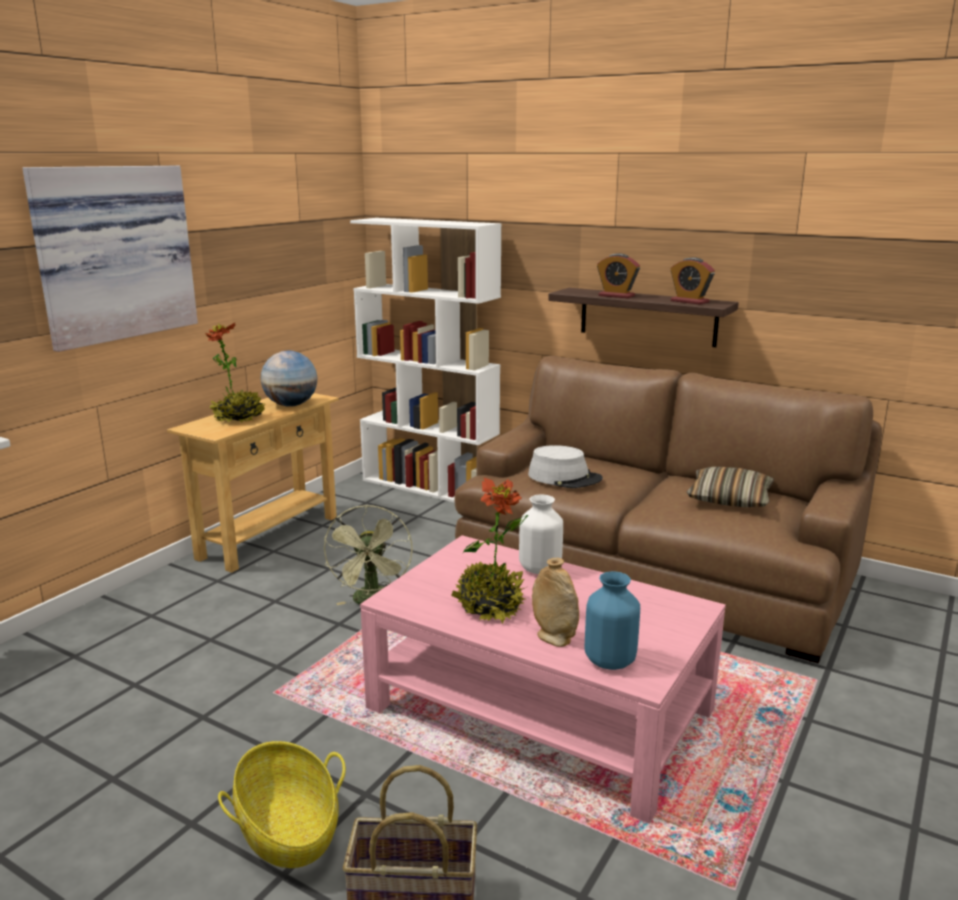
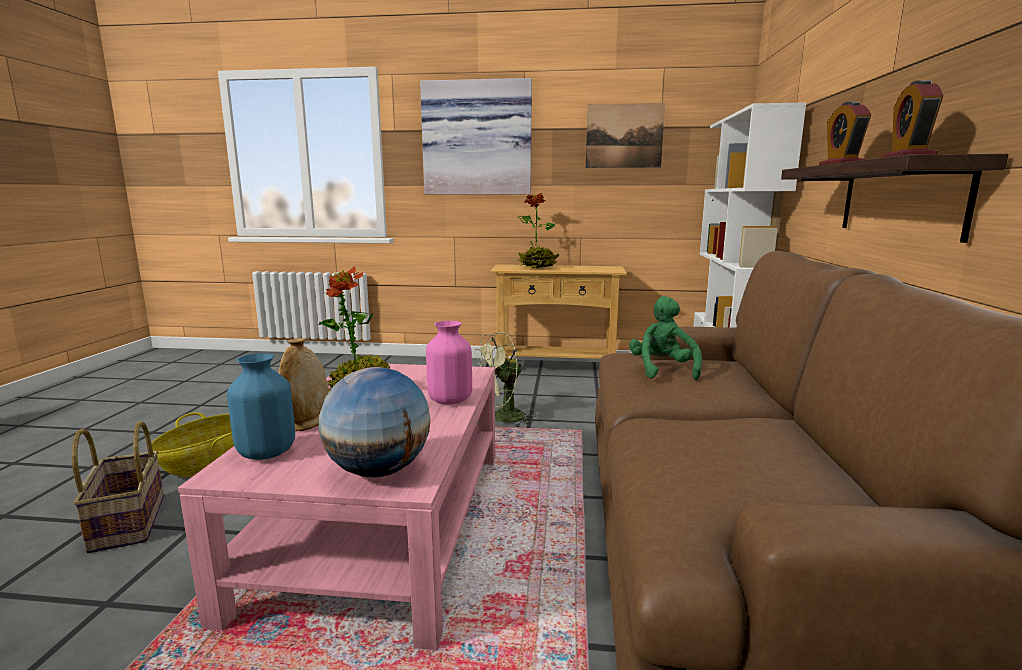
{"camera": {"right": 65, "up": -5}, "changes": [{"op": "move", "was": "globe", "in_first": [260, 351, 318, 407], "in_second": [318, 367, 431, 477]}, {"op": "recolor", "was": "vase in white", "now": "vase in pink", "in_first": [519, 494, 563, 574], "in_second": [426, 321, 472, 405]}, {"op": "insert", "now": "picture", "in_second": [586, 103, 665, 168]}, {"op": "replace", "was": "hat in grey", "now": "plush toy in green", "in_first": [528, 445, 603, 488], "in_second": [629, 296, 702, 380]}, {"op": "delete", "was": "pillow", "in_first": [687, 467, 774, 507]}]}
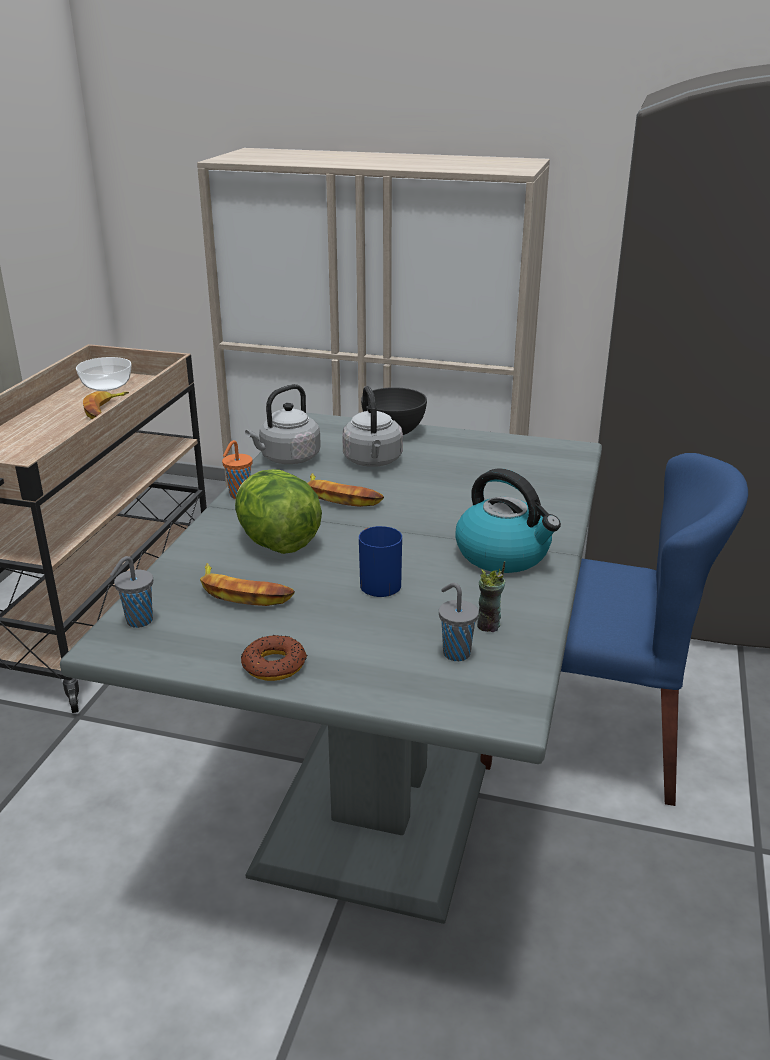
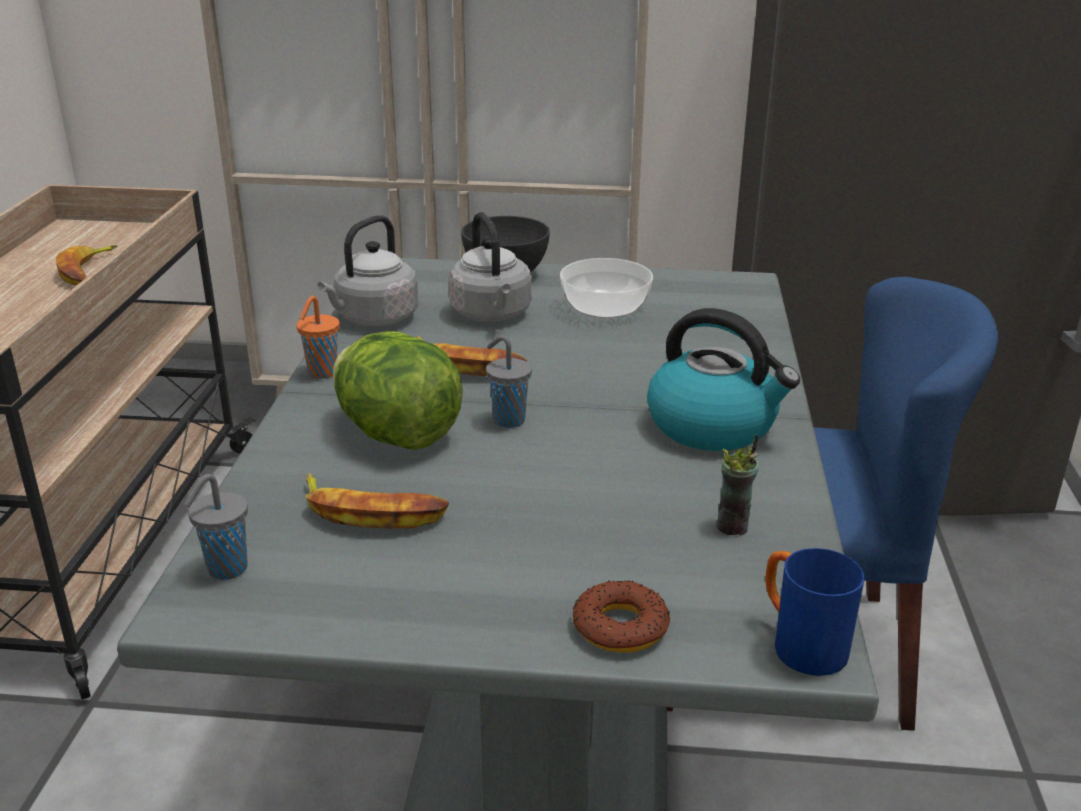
{"camera": {"right": -10, "up": 0}, "changes": [{"op": "move", "was": "cup in grey", "in_first": [439, 583, 479, 661], "in_second": [486, 335, 532, 428]}, {"op": "move", "was": "bowl", "in_first": [76, 357, 132, 391], "in_second": [560, 258, 653, 319]}, {"op": "move", "was": "donut", "in_first": [241, 635, 307, 681], "in_second": [573, 580, 670, 653]}, {"op": "move", "was": "mug in blue", "in_first": [359, 526, 402, 597], "in_second": [766, 548, 865, 676]}]}
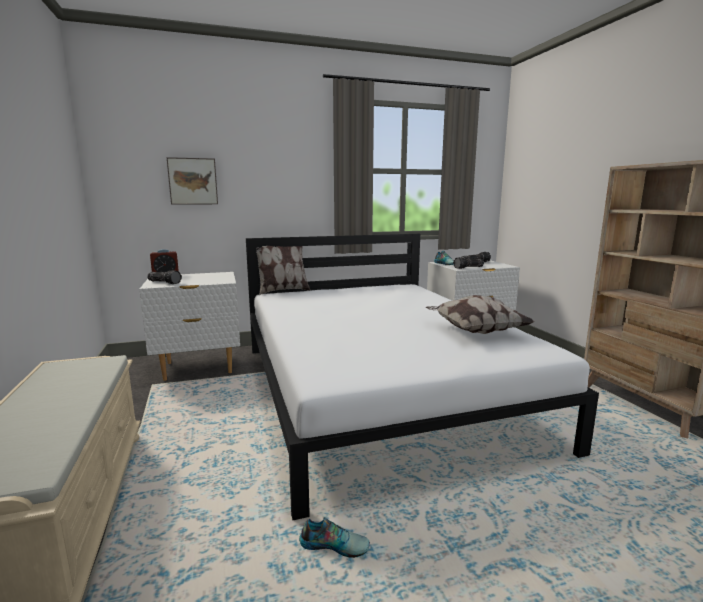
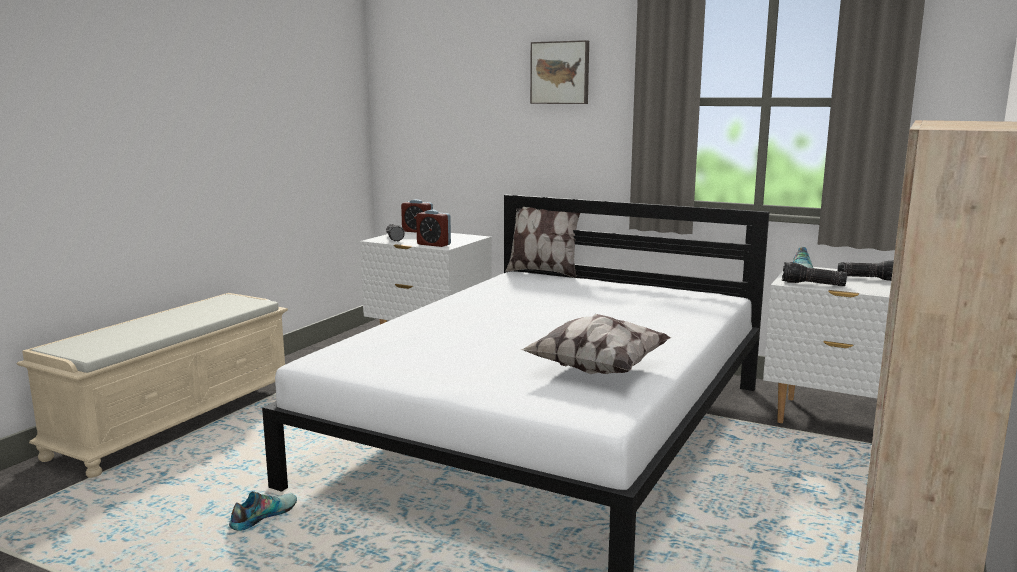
{"camera": {"right": 45, "up": 0}, "changes": [{"op": "rotate", "was": "shoe", "in_first": [299, 517, 370, 558], "in_second": [229, 491, 297, 531], "clockwise": -105}, {"op": "insert", "now": "alarm clock", "in_second": [416, 210, 451, 247]}, {"op": "move", "was": "picture", "in_first": [167, 157, 218, 205], "in_second": [530, 40, 589, 104]}]}
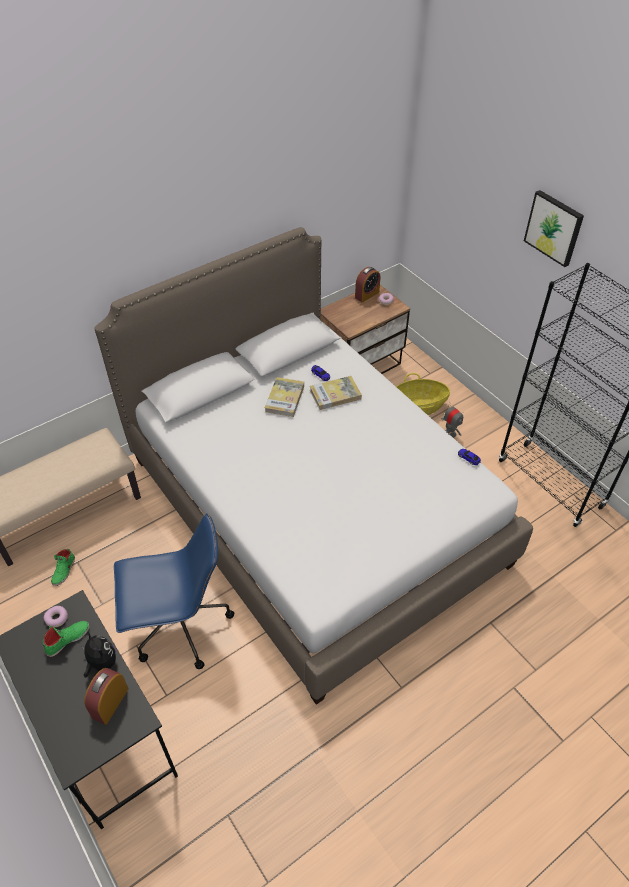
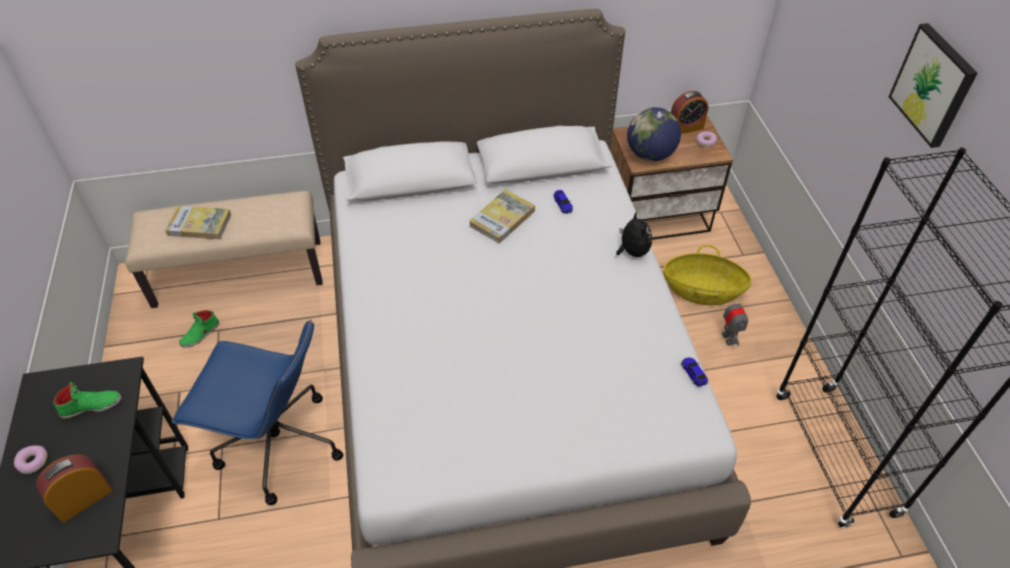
{"camera": {"right": 25, "up": 0}, "changes": [{"op": "move", "was": "donut", "in_first": [44, 606, 68, 627], "in_second": [14, 445, 47, 474]}, {"op": "move", "was": "book", "in_first": [310, 376, 362, 410], "in_second": [165, 206, 232, 239]}, {"op": "move", "was": "plush toy", "in_first": [82, 633, 116, 678], "in_second": [616, 211, 652, 257]}, {"op": "insert", "now": "globe", "in_second": [627, 107, 681, 161]}]}
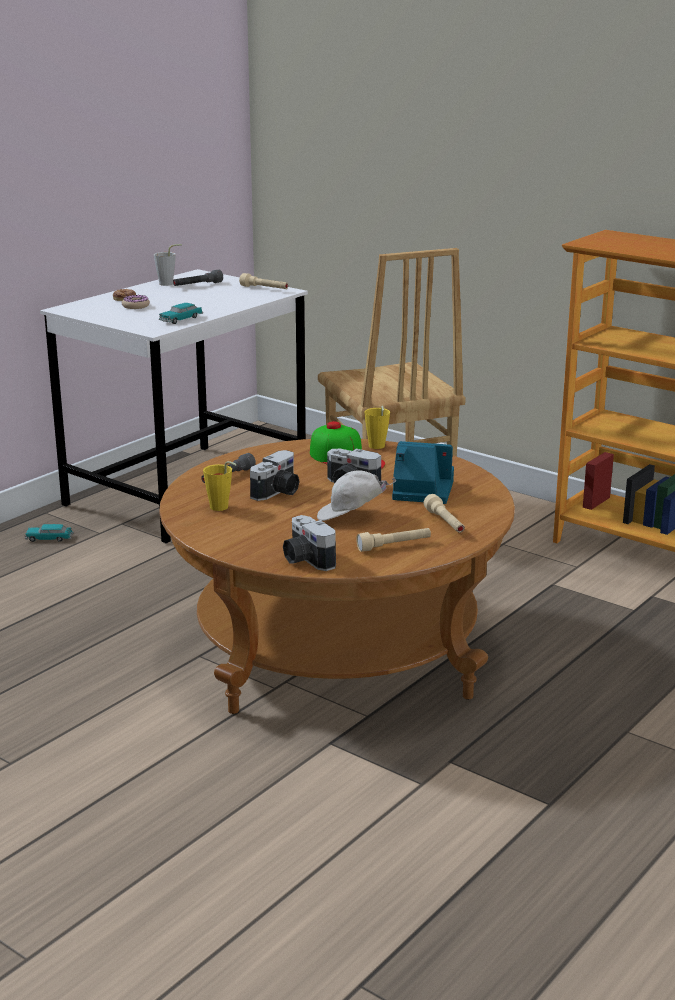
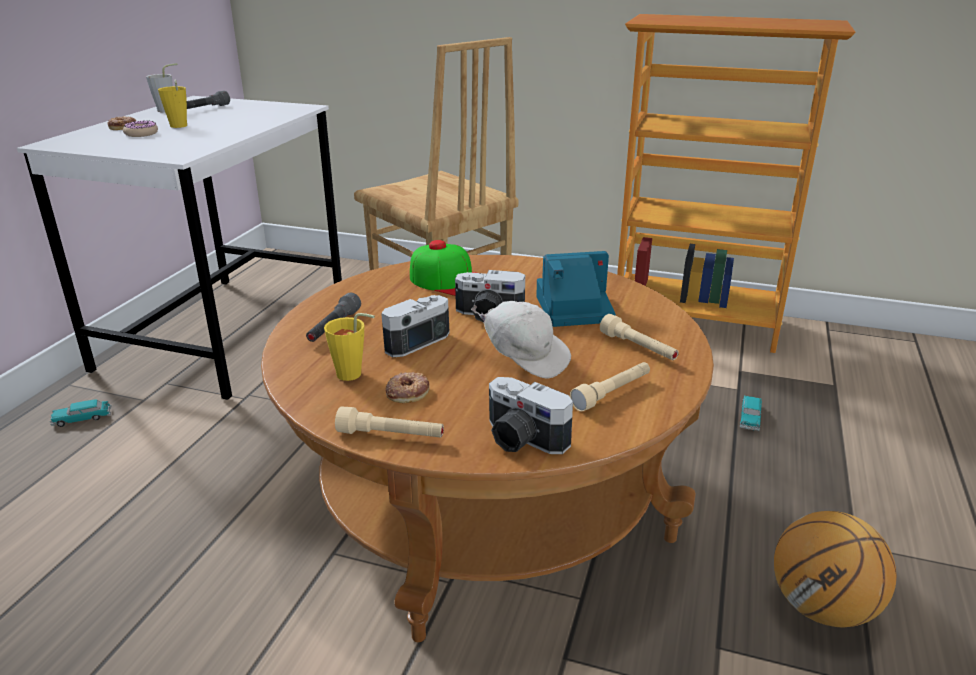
{"camera": {"right": -20, "up": 5}, "changes": [{"op": "move", "was": "cup in yellow", "in_first": [364, 406, 390, 449], "in_second": [158, 80, 187, 128]}, {"op": "move", "was": "flashlight in beige", "in_first": [239, 273, 288, 289], "in_second": [335, 407, 444, 437]}, {"op": "rotate", "was": "photo camera", "in_first": [250, 450, 300, 501], "in_second": [381, 295, 450, 357], "clockwise": -150}, {"op": "insert", "now": "donut", "in_second": [386, 372, 430, 403]}, {"op": "rotate", "was": "cap in white", "in_first": [317, 470, 396, 521], "in_second": [471, 301, 571, 379], "clockwise": -120}, {"op": "move", "was": "toy car", "in_first": [158, 303, 203, 324], "in_second": [740, 395, 762, 431]}, {"op": "insert", "now": "basketball", "in_second": [774, 511, 897, 627]}]}
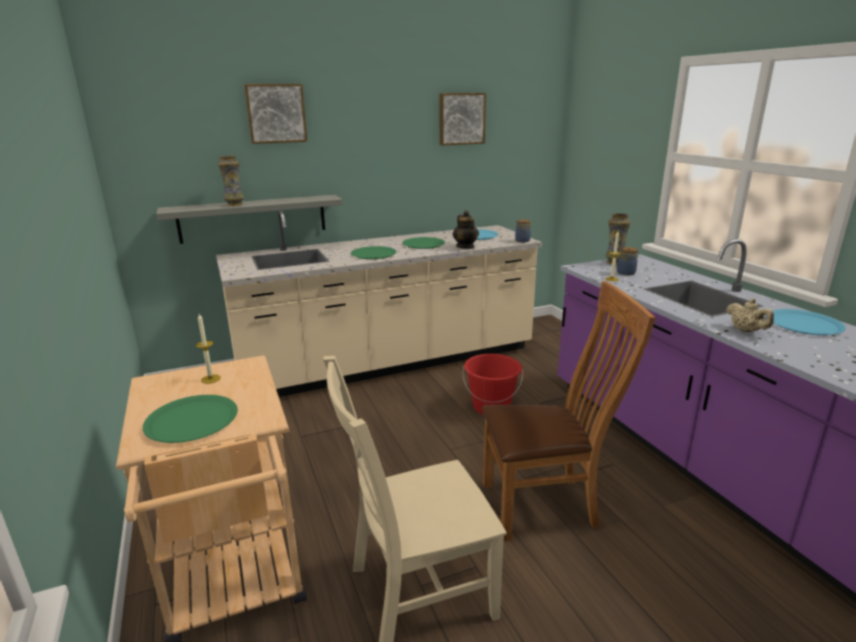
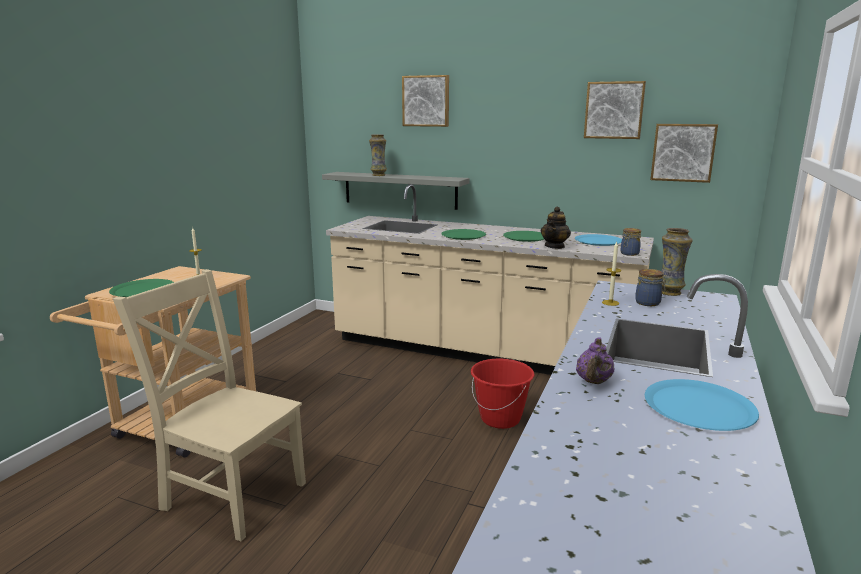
{"camera": {"right": 45, "up": -5}, "changes": [{"op": "recolor", "was": "teapot in beige", "now": "teapot in purple", "in_first": [726, 298, 774, 332], "in_second": [576, 337, 614, 384]}, {"op": "insert", "now": "picture", "in_second": [650, 124, 718, 183]}, {"op": "delete", "was": "chair in brown", "in_first": [482, 281, 656, 542]}]}
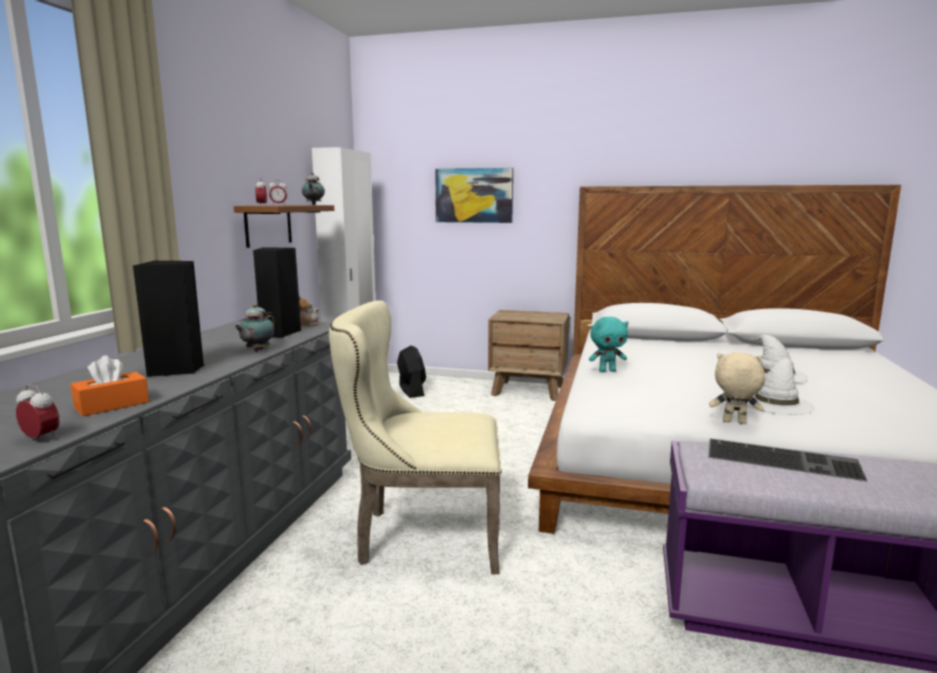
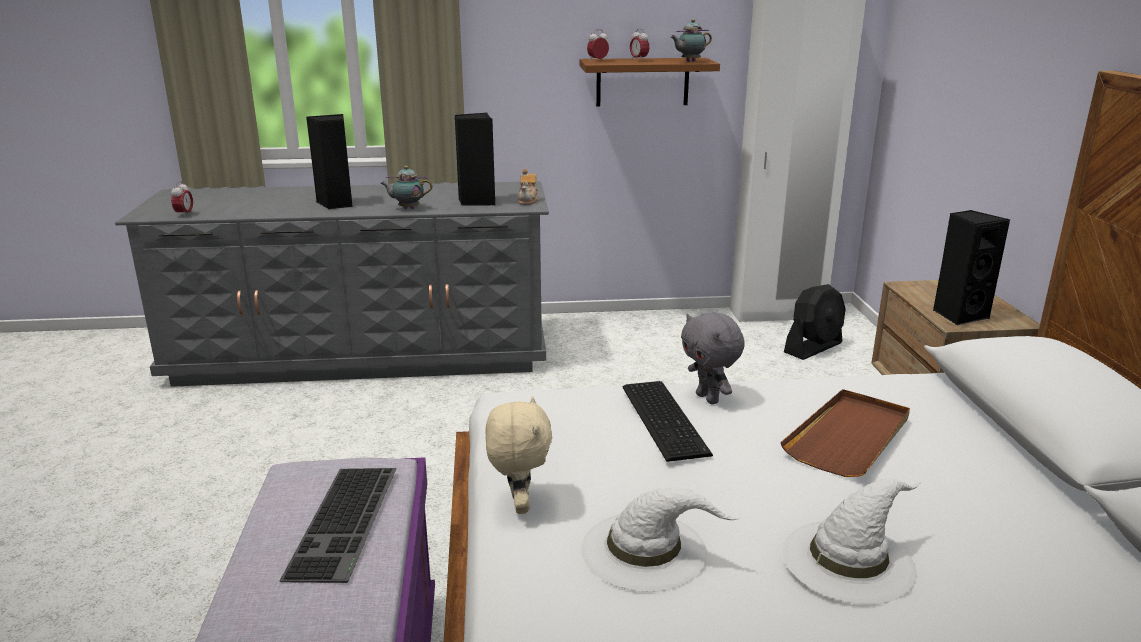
{"camera": {"right": 70, "up": 10}, "changes": [{"op": "insert", "now": "keyboard", "in_second": [623, 381, 713, 462]}, {"op": "recolor", "was": "plush toy in turquoise", "now": "plush toy in grey", "in_first": [589, 317, 629, 372], "in_second": [681, 312, 745, 404]}, {"op": "insert", "now": "tray in brown", "in_second": [780, 389, 910, 477]}, {"op": "insert", "now": "speaker in black", "in_second": [933, 210, 1010, 326]}, {"op": "delete", "was": "tissue box in orange", "in_first": [71, 355, 149, 416]}, {"op": "delete", "was": "chair in beige", "in_first": [329, 300, 502, 574]}, {"op": "delete", "was": "picture", "in_first": [435, 168, 513, 223]}]}
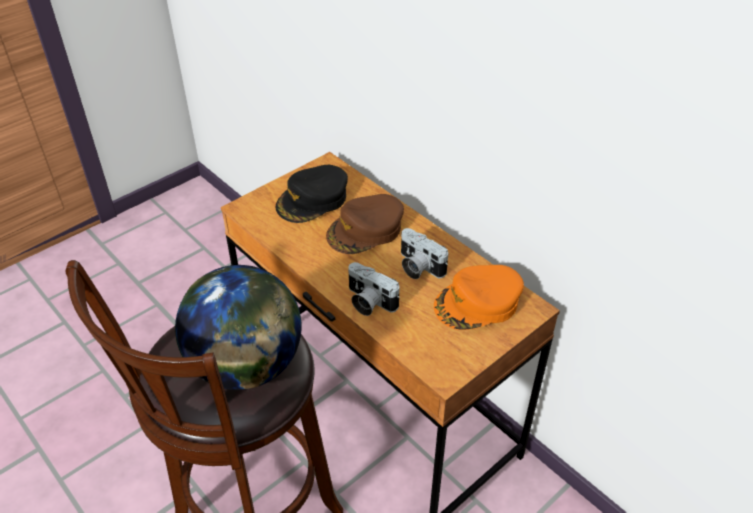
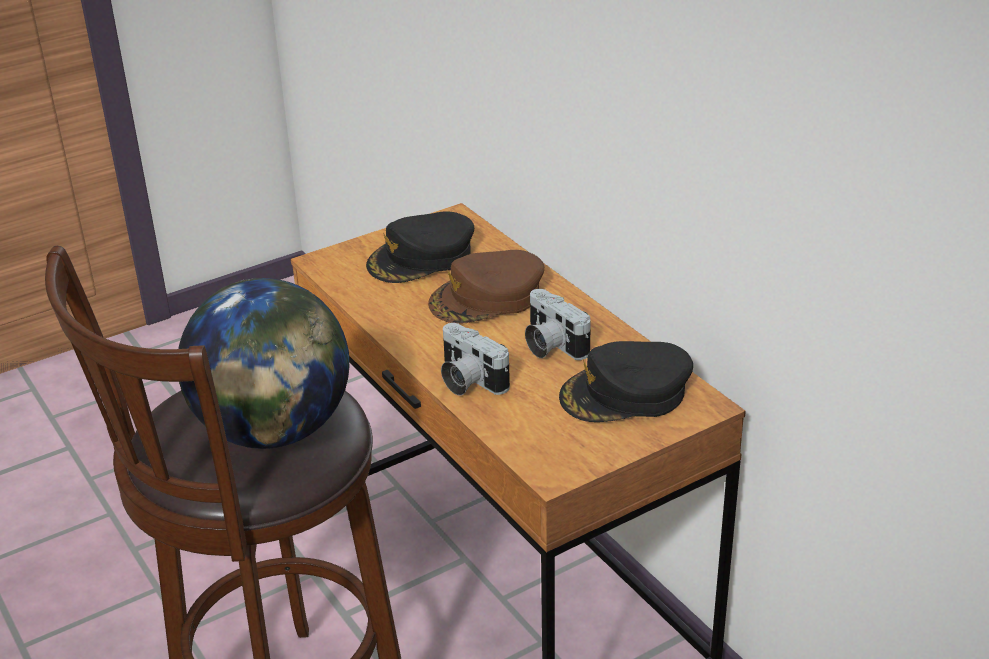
{"camera": {"right": 10, "up": -10}, "changes": [{"op": "recolor", "was": "cap in orange", "now": "cap in black", "in_first": [434, 265, 524, 330], "in_second": [559, 341, 693, 422]}]}
